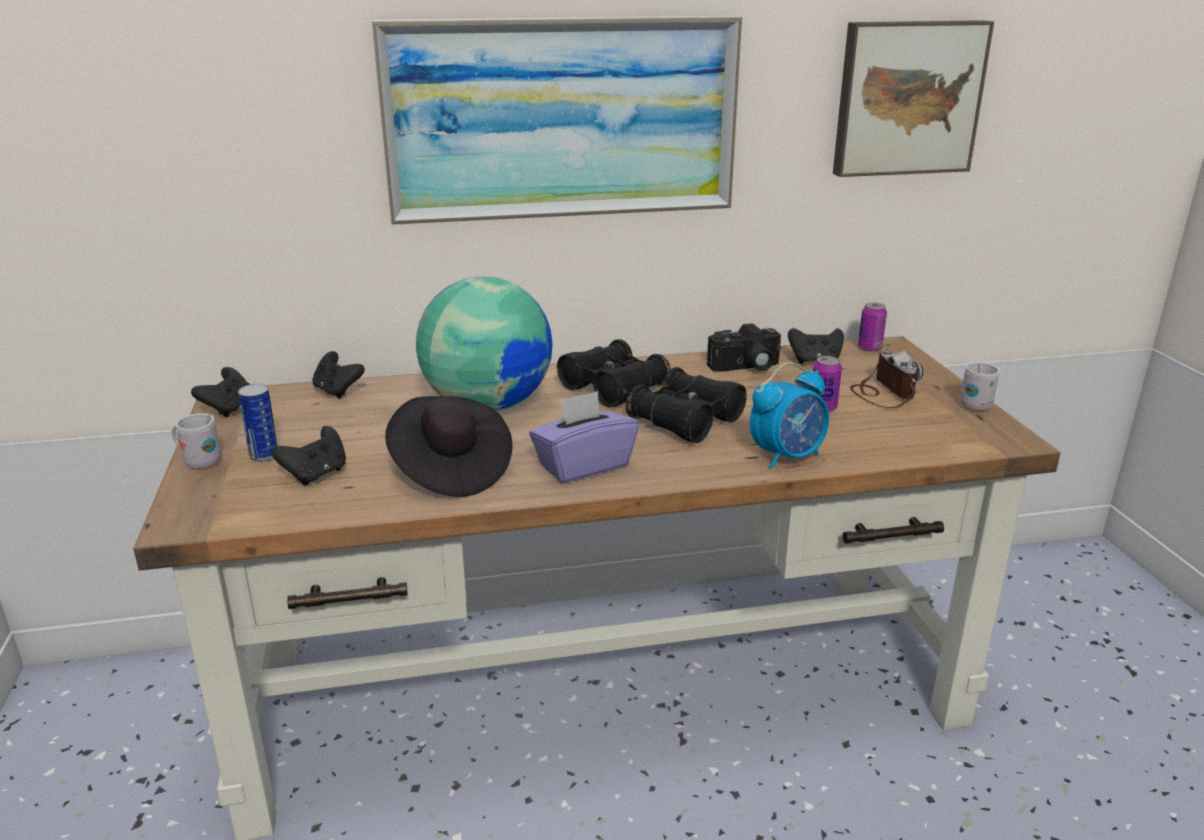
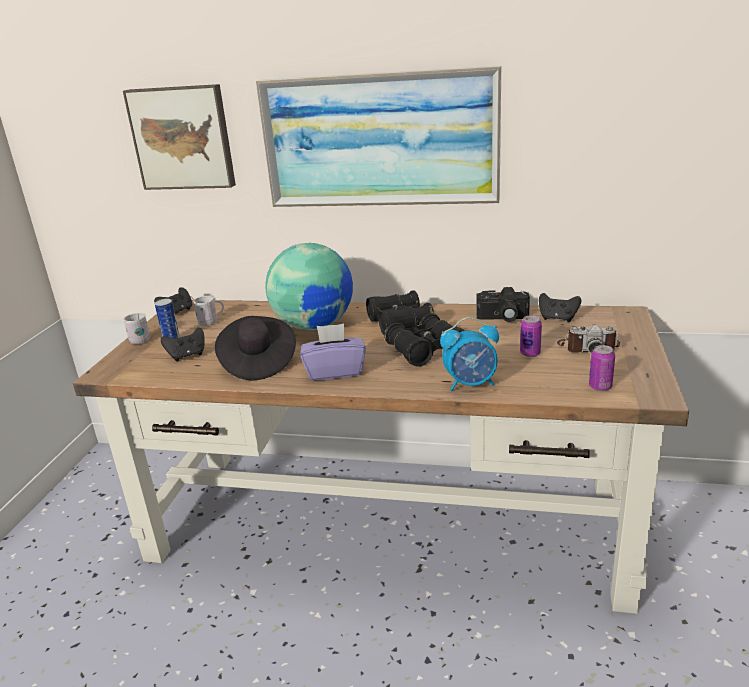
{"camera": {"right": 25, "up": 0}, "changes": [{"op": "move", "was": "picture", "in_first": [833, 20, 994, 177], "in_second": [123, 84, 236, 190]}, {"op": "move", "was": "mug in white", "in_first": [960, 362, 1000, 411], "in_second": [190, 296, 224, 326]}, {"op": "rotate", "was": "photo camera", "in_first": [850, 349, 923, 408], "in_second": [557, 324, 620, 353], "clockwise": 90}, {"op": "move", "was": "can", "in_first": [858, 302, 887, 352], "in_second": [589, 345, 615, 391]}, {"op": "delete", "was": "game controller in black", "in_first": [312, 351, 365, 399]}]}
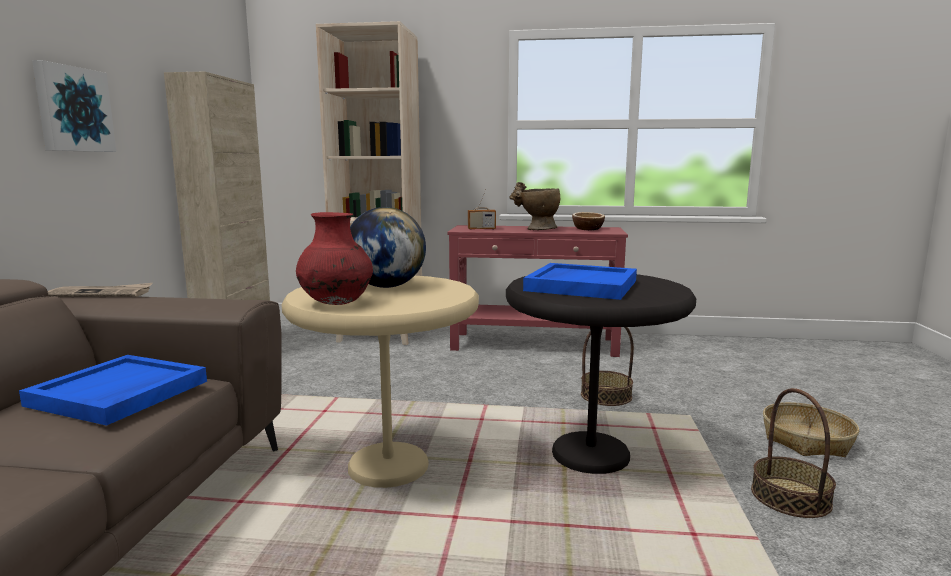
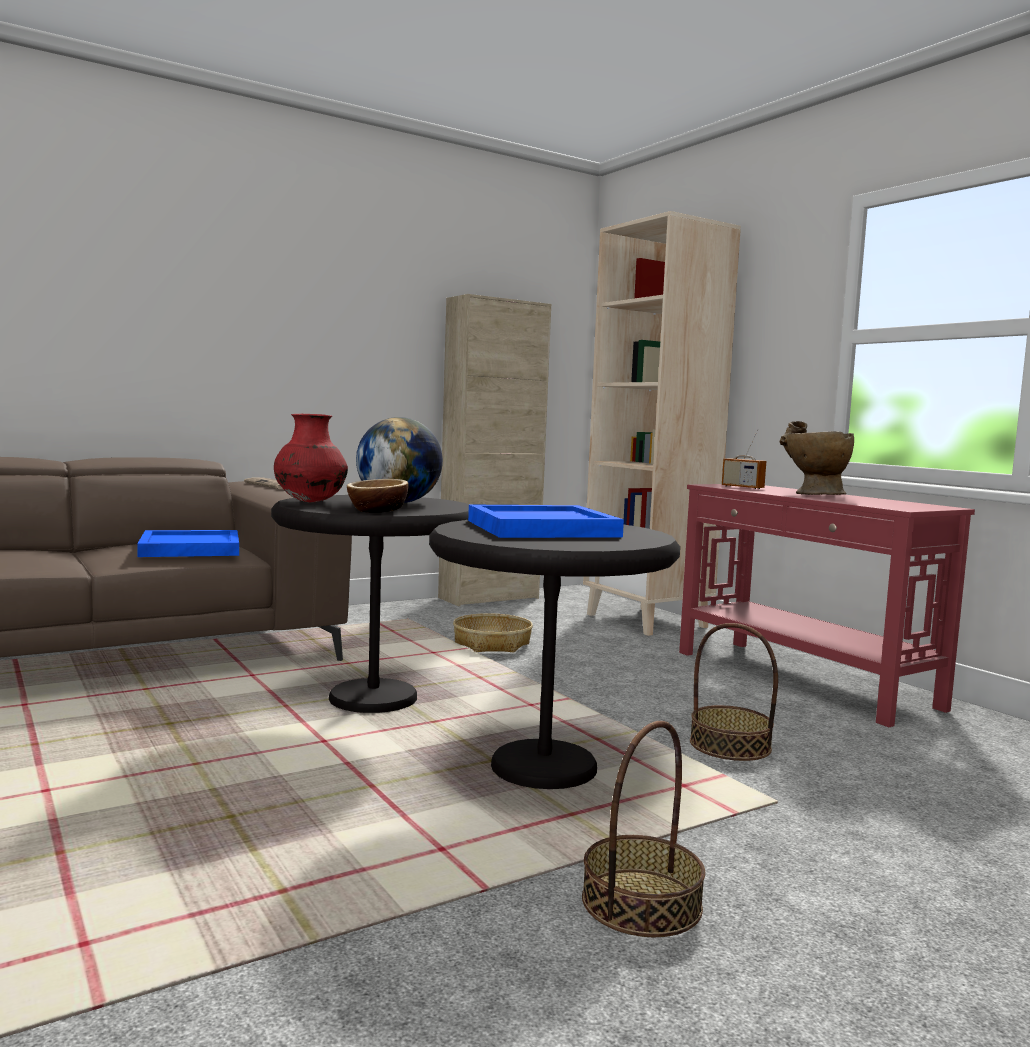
{"camera": {"right": 50, "up": -5}, "changes": [{"op": "recolor", "was": "side table in beige", "now": "side table in black", "in_first": [282, 276, 479, 488], "in_second": [271, 495, 470, 713]}, {"op": "move", "was": "bowl", "in_first": [572, 212, 605, 230], "in_second": [347, 479, 408, 513]}, {"op": "move", "was": "basket", "in_first": [763, 402, 859, 457], "in_second": [453, 613, 533, 652]}, {"op": "delete", "was": "picture", "in_first": [32, 60, 116, 152]}]}
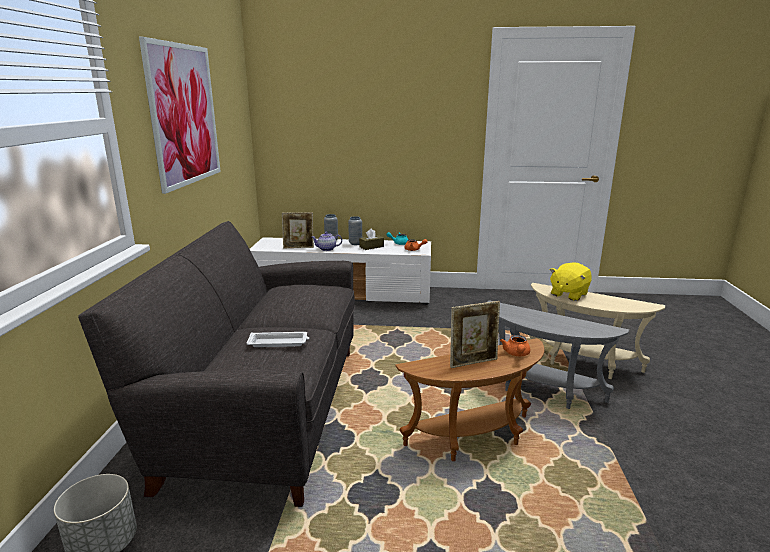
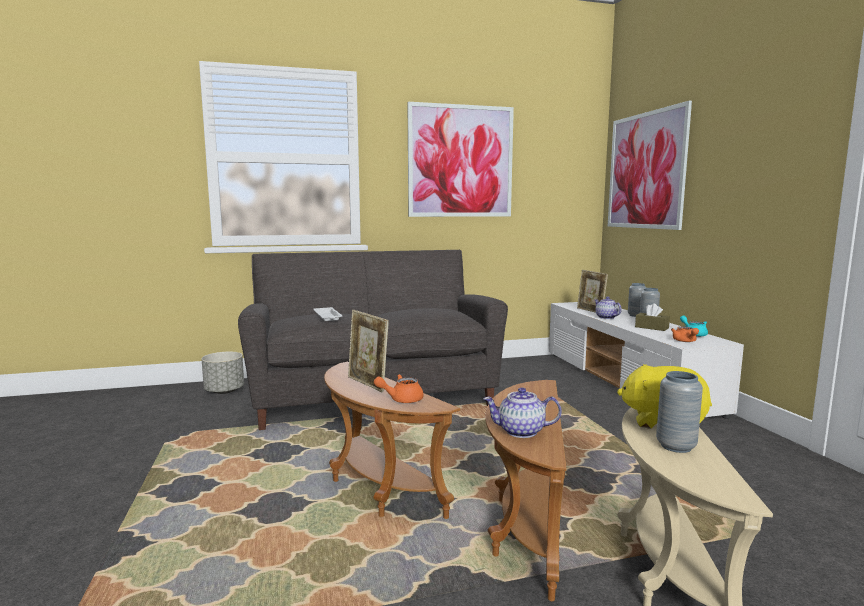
{"camera": {"right": 70, "up": -10}, "changes": [{"op": "insert", "now": "teapot", "in_second": [483, 387, 562, 438]}, {"op": "recolor", "was": "side table in grey", "now": "side table in brown", "in_first": [488, 300, 629, 409], "in_second": [485, 380, 566, 601]}, {"op": "insert", "now": "picture", "in_second": [608, 101, 692, 230]}, {"op": "insert", "now": "vase in grey", "in_second": [656, 371, 703, 453]}]}
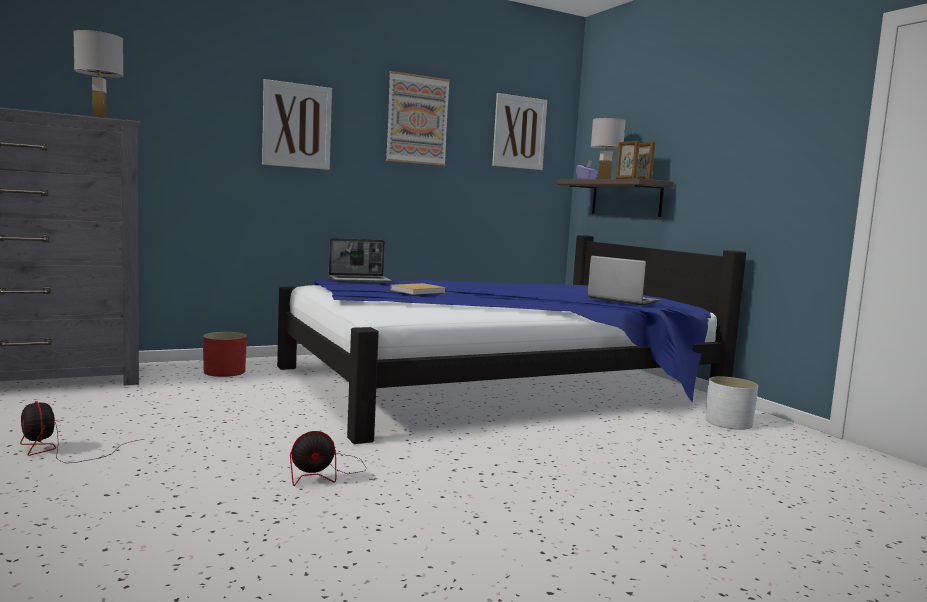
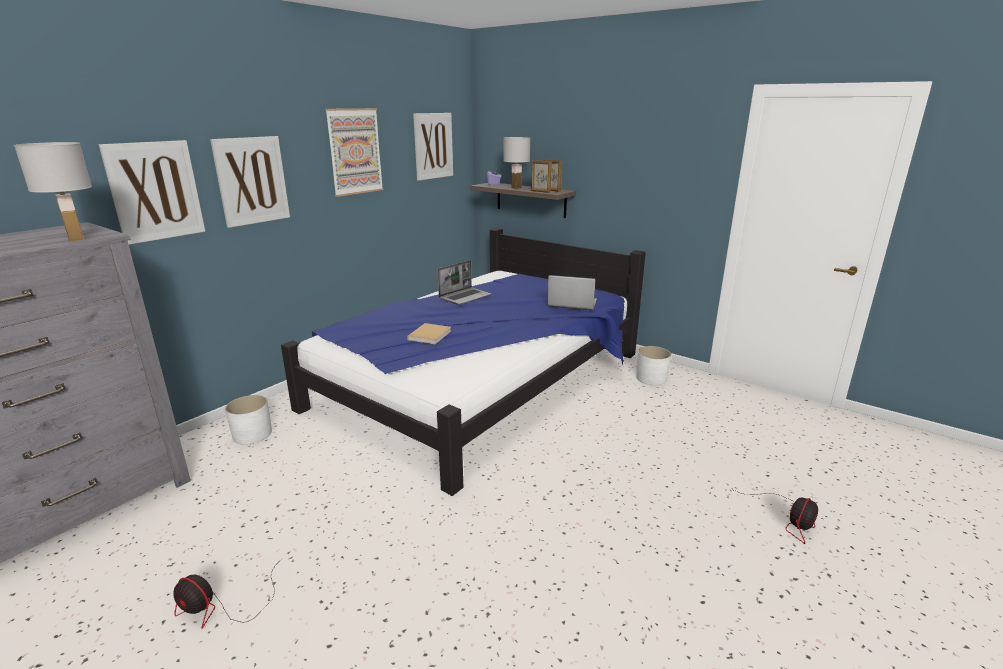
{"camera": {"right": -25, "up": 15}, "changes": [{"op": "insert", "now": "picture", "in_second": [99, 140, 205, 245]}, {"op": "recolor", "was": "planter in red", "now": "planter in white", "in_first": [203, 332, 247, 377], "in_second": [225, 395, 272, 445]}, {"op": "move", "was": "laptop", "in_first": [329, 238, 392, 283], "in_second": [438, 260, 491, 305]}, {"op": "move", "was": "fan", "in_first": [290, 431, 366, 486], "in_second": [732, 489, 818, 544]}]}
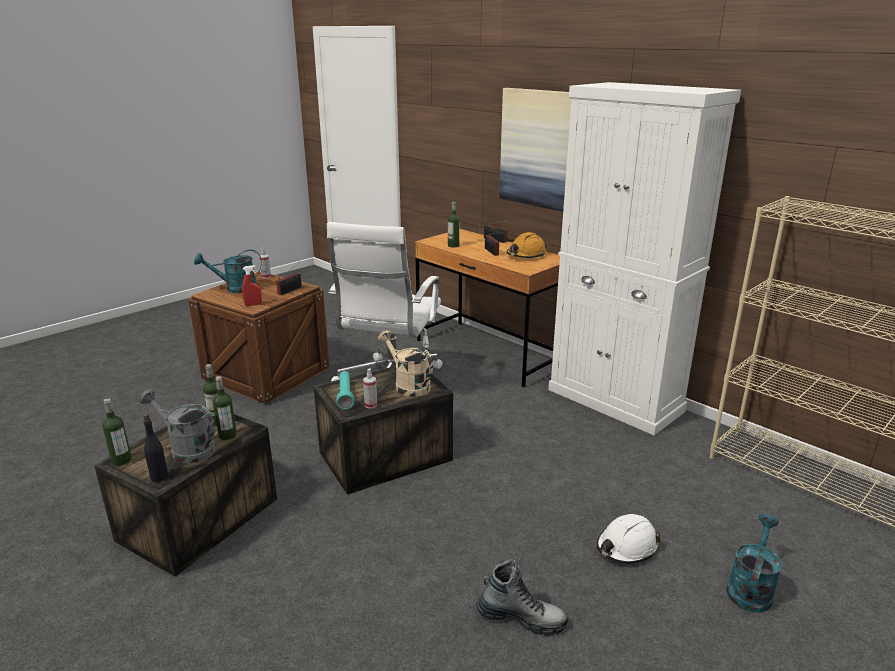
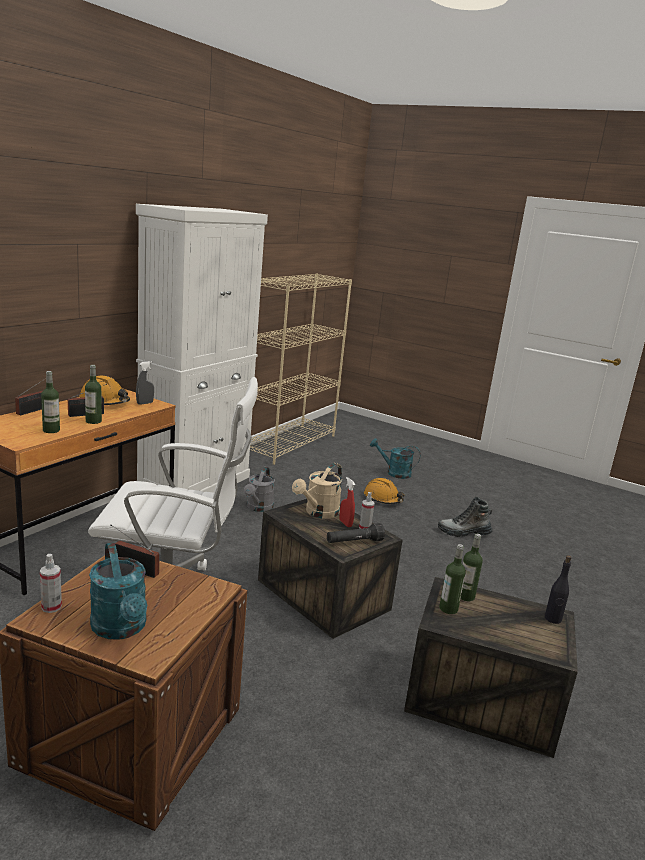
{"camera": {"right": -105, "up": -5}, "changes": [{"op": "move", "was": "bottle", "in_first": [102, 398, 132, 466], "in_second": [85, 365, 102, 424]}, {"op": "insert", "now": "spray bottle in grey", "in_second": [136, 361, 154, 405]}, {"op": "move", "was": "watering can in grey", "in_first": [139, 389, 215, 463], "in_second": [244, 467, 275, 512]}, {"op": "recolor", "was": "flashlight in turquoise", "now": "flashlight in black", "in_first": [337, 371, 354, 410], "in_second": [327, 523, 385, 543]}, {"op": "move", "was": "spray bottle in red", "in_first": [242, 265, 262, 306], "in_second": [339, 477, 355, 527]}, {"op": "recolor", "was": "hard hat in white", "now": "hard hat in orange", "in_first": [596, 514, 661, 564], "in_second": [364, 478, 404, 504]}, {"op": "rotate", "was": "boot", "in_first": [477, 559, 568, 636], "in_second": [438, 497, 492, 537], "clockwise": -90}, {"op": "delete", "was": "picture", "in_first": [499, 88, 571, 212]}]}
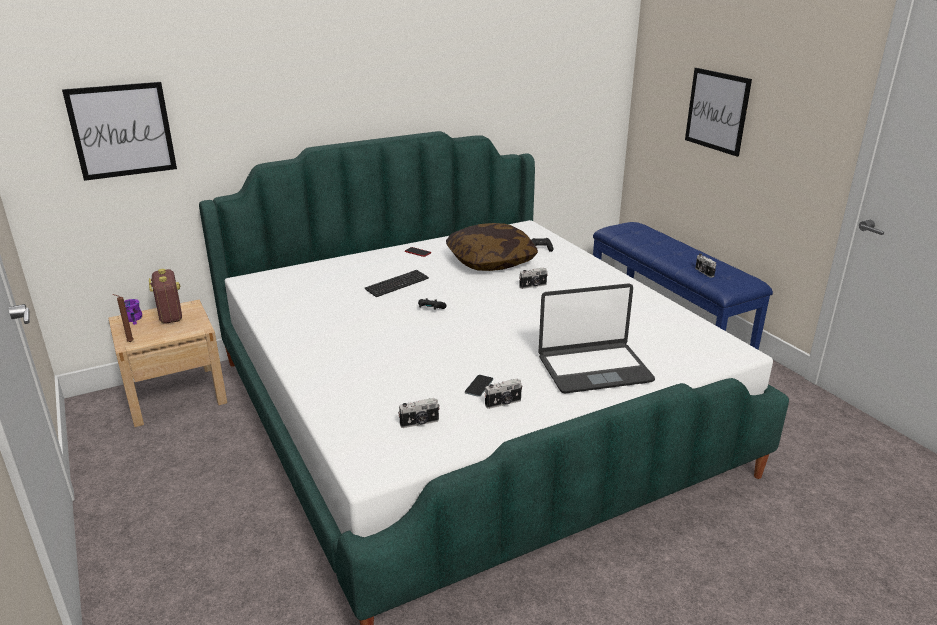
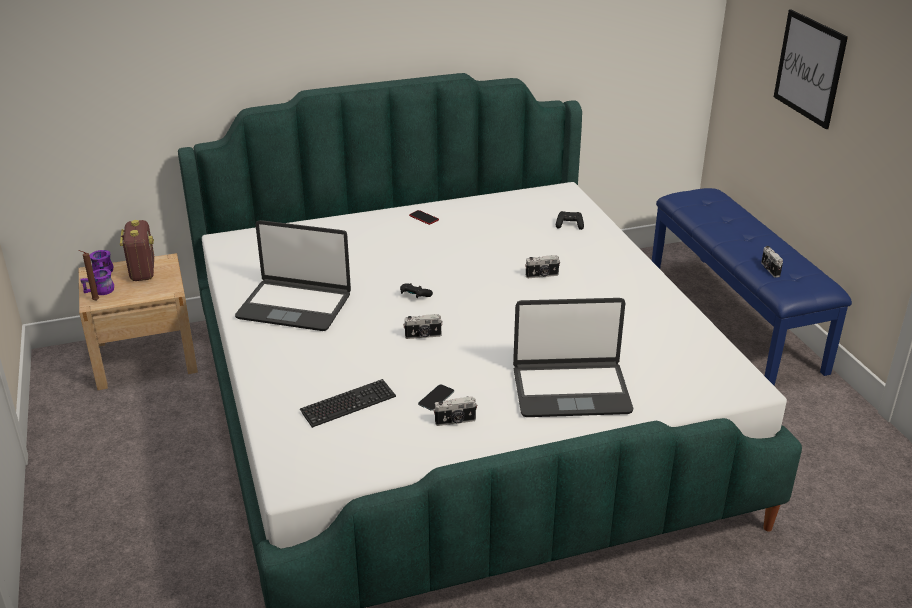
{"camera": {"right": 10, "up": 5}, "changes": [{"op": "insert", "now": "mug in purple", "in_second": [80, 269, 114, 295]}, {"op": "insert", "now": "laptop", "in_second": [235, 220, 351, 331]}, {"op": "move", "was": "keyboard", "in_first": [365, 270, 429, 297], "in_second": [300, 379, 396, 428]}, {"op": "move", "was": "photo camera", "in_first": [398, 398, 440, 428], "in_second": [403, 314, 443, 339]}, {"op": "delete", "was": "picture", "in_first": [62, 82, 177, 181]}, {"op": "delete", "was": "pillow", "in_first": [446, 223, 538, 271]}]}
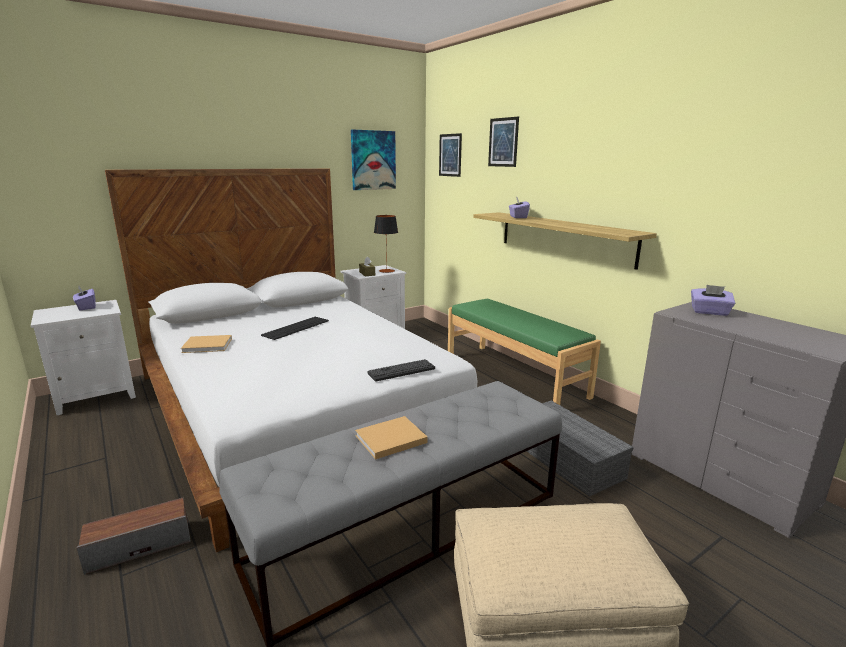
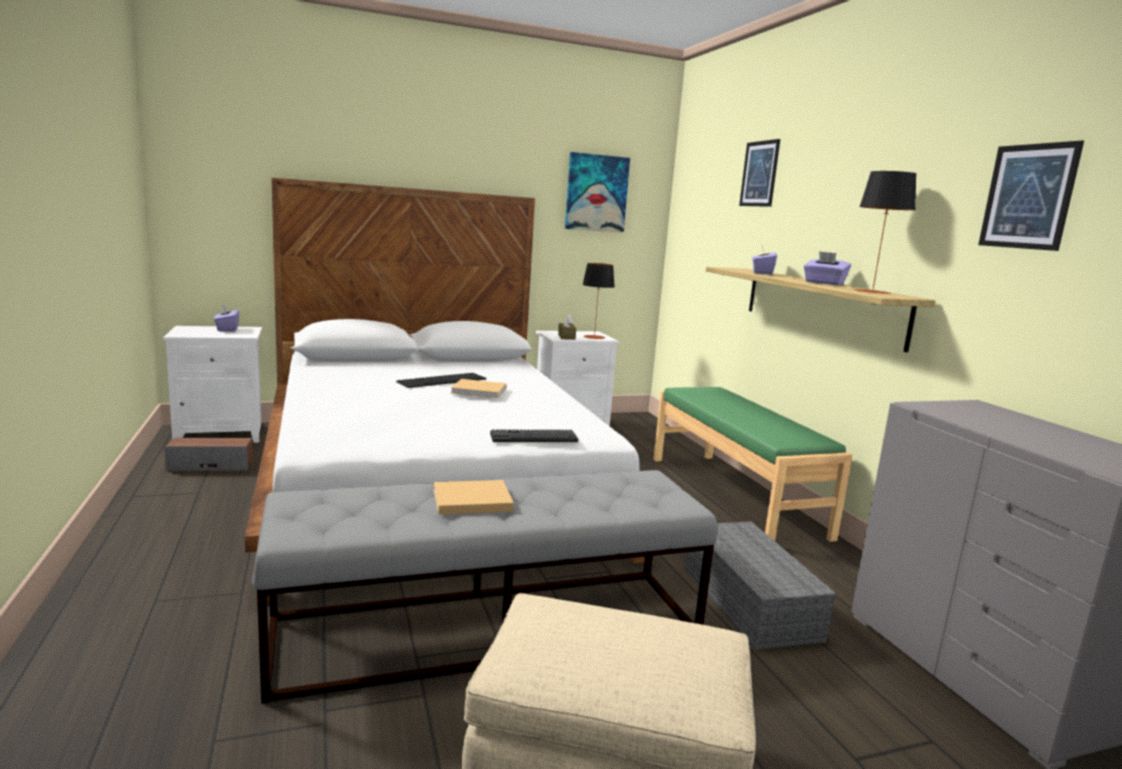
{"camera": {"right": 15, "up": -5}, "changes": [{"op": "move", "was": "speaker", "in_first": [77, 498, 191, 575], "in_second": [164, 438, 253, 472]}, {"op": "move", "was": "book in beige", "in_first": [181, 335, 232, 353], "in_second": [451, 379, 507, 398]}, {"op": "move", "was": "tissue box in purple", "in_first": [691, 285, 735, 316], "in_second": [804, 251, 851, 285]}, {"op": "insert", "now": "table lamp", "in_second": [854, 171, 916, 294]}, {"op": "move", "was": "picture", "in_first": [439, 133, 462, 177], "in_second": [978, 140, 1084, 251]}]}
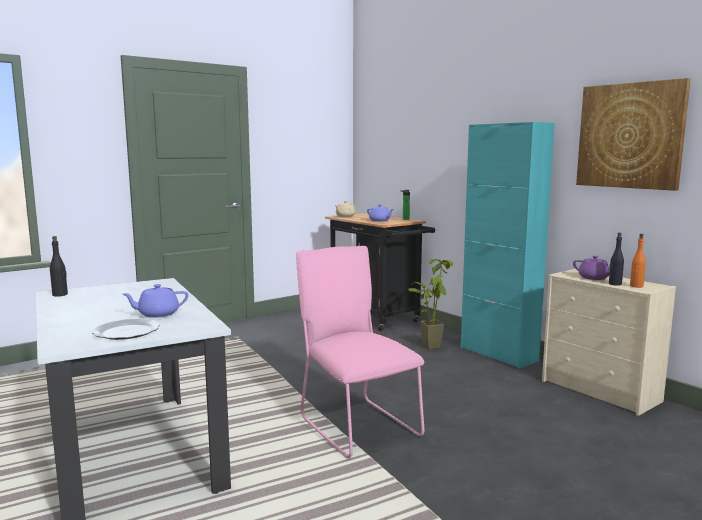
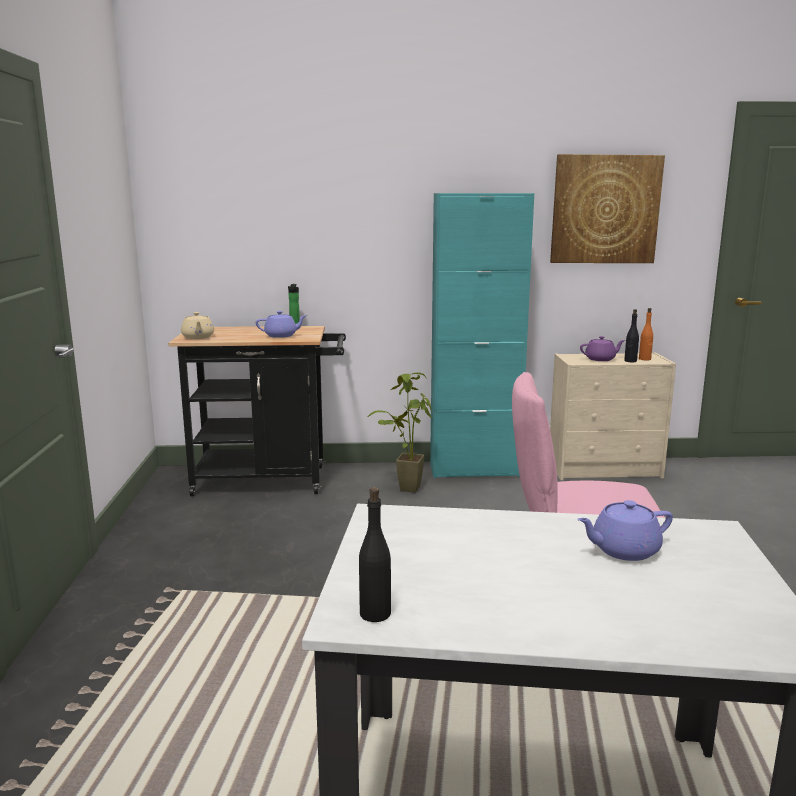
{"camera": {"right": -55, "up": 5}, "changes": [{"op": "rotate", "was": "teapot in purple", "in_first": [122, 284, 188, 318], "in_second": [578, 500, 673, 561], "clockwise": 60}, {"op": "delete", "was": "plate", "in_first": [92, 319, 160, 340]}]}
